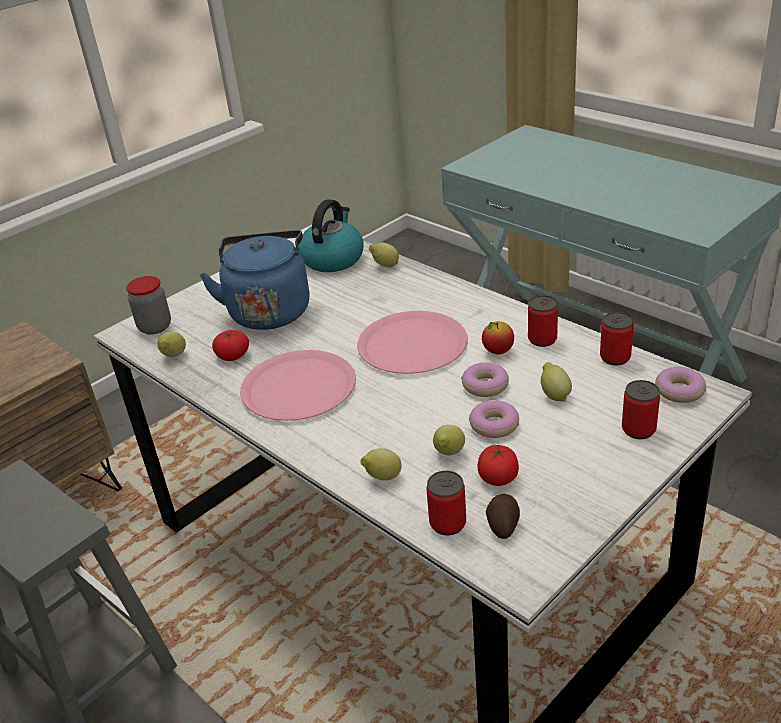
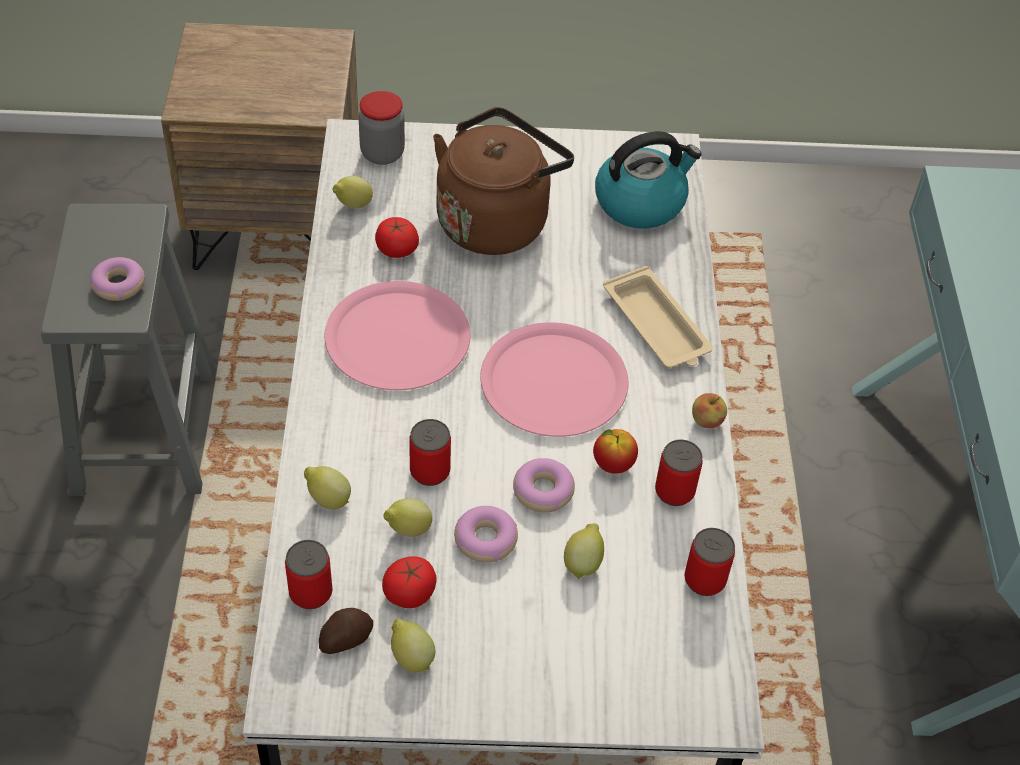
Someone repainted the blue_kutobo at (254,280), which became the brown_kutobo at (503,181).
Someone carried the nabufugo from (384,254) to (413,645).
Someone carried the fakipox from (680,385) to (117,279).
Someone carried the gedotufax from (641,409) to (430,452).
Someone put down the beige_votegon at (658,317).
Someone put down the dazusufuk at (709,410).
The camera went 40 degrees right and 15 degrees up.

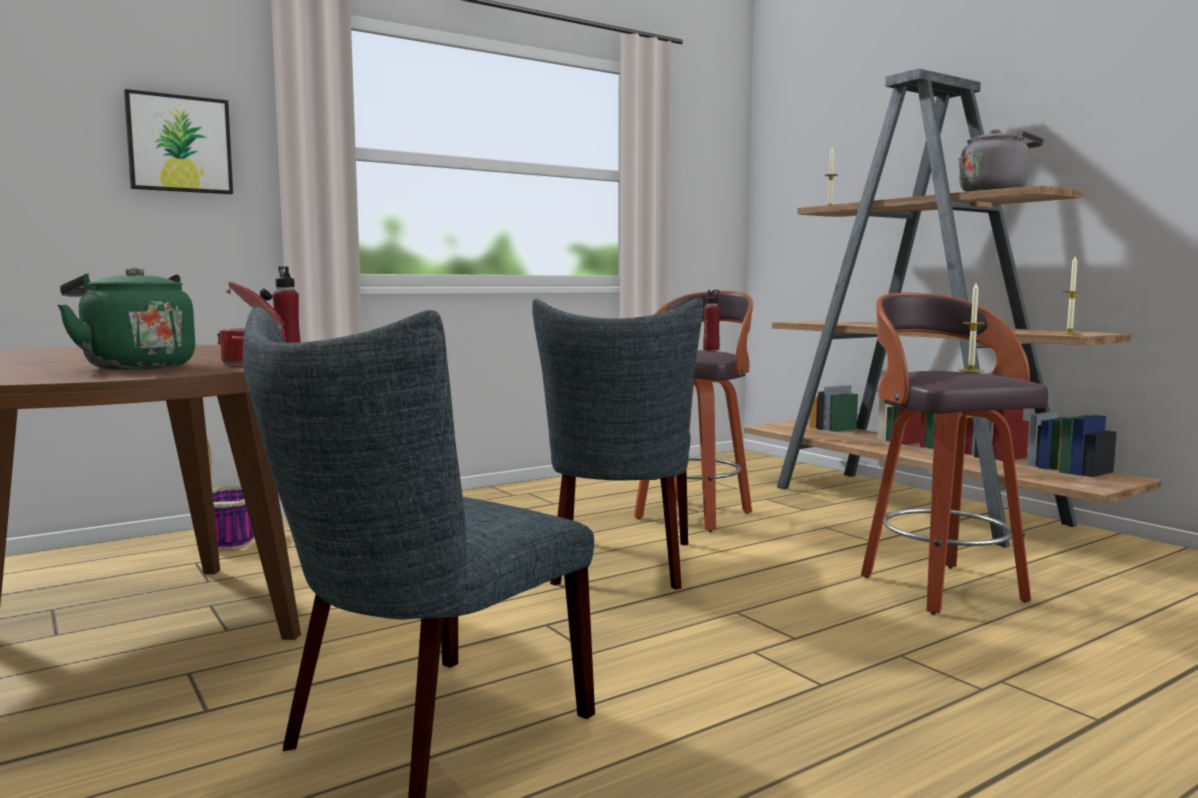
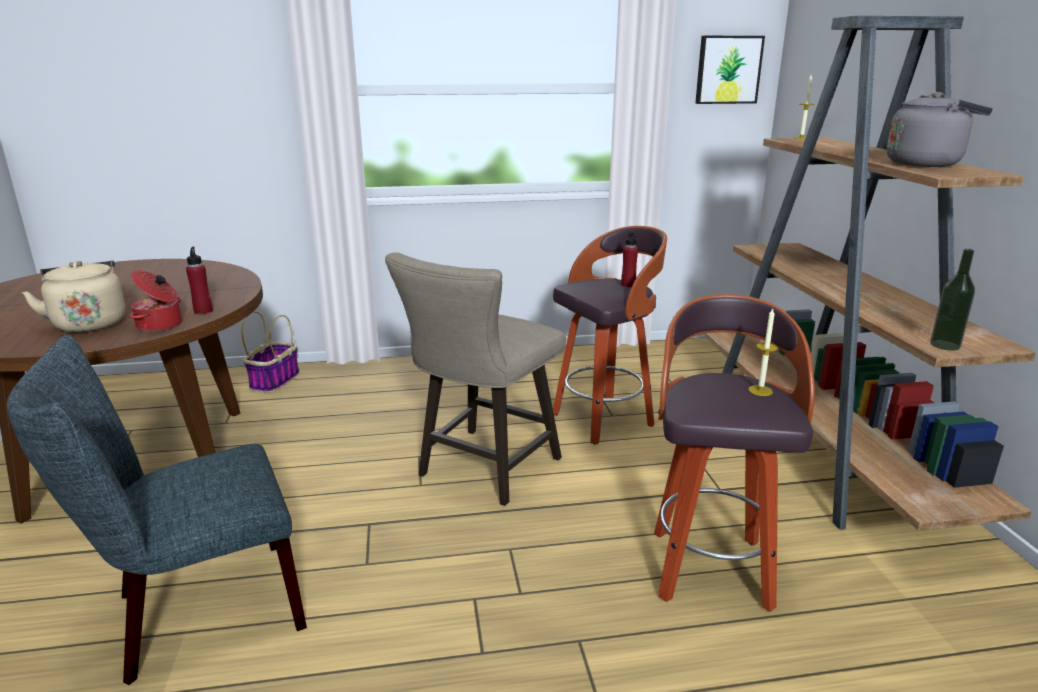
Someone carried the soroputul from (178,141) to (730,70).
Someone swapped the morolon at (1070,295) for the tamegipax at (952,300).
Someone repainted the green_kutobo at (126,318), which became the beige_kutobo at (73,296).
Someone swapped the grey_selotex at (617,444) for the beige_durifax at (475,379).
The camera went 25 degrees right and 15 degrees up.

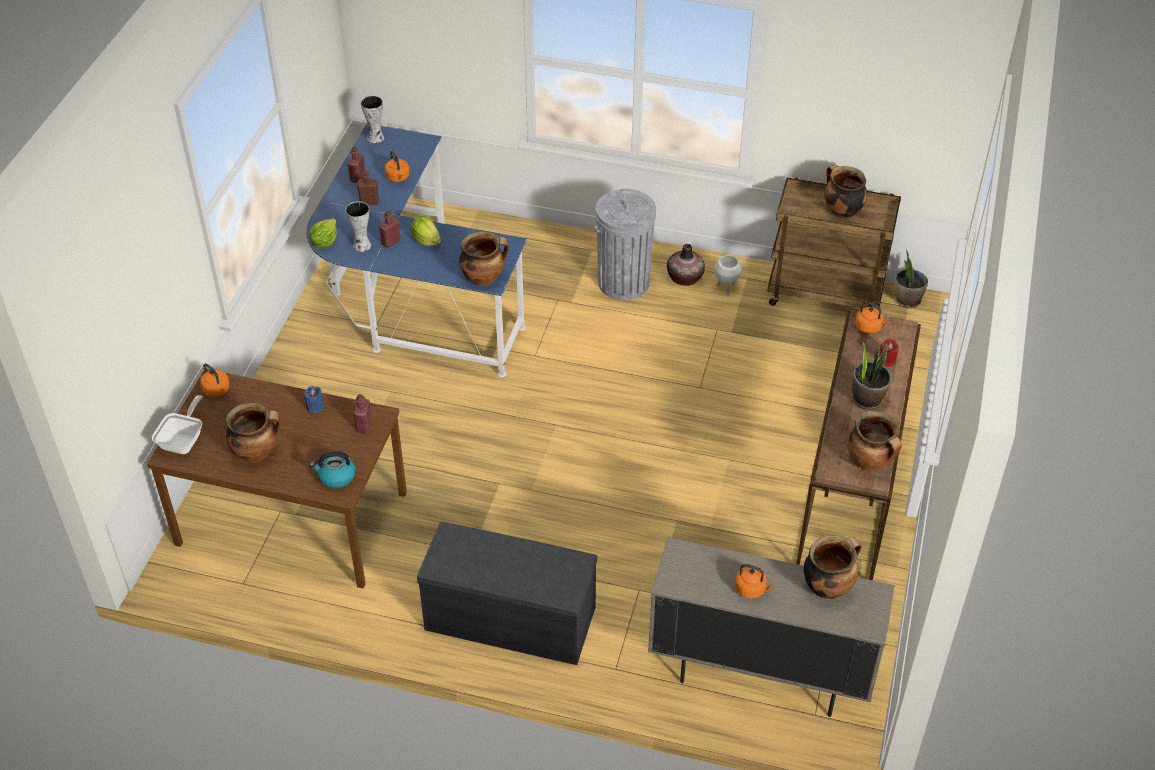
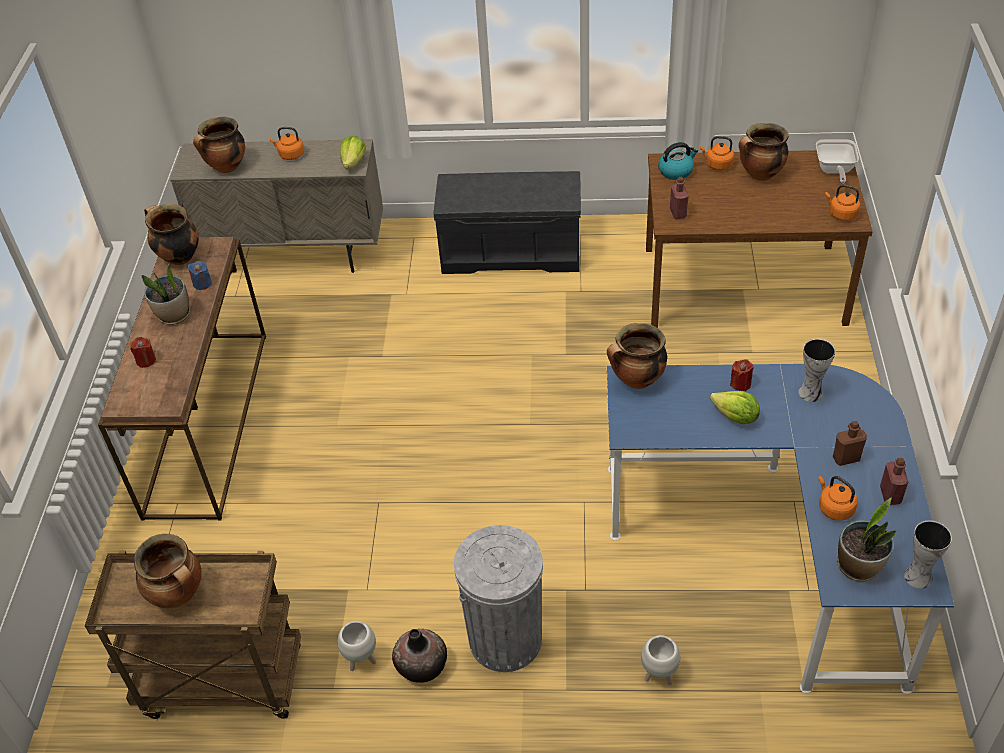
Someone took away the red_tamegipax at (390,229).
Someone carried the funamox from (323,233) to (353,152).
Someone carried the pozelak from (911,278) to (867,539).
Someone carried the orange_kutobo from (872,318) to (717,153).
Someone carried the blue_morolon from (314,399) to (200,275).
Someone put down the red_morolon at (742,375).
Someone put down the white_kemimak at (660,660).
The camera went 170 degrees right and 0 degrees up.

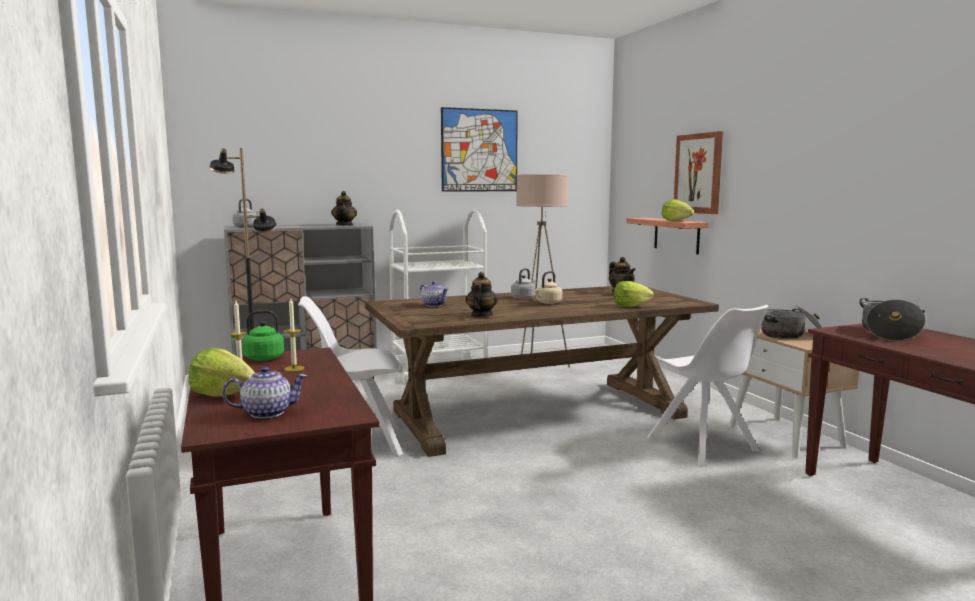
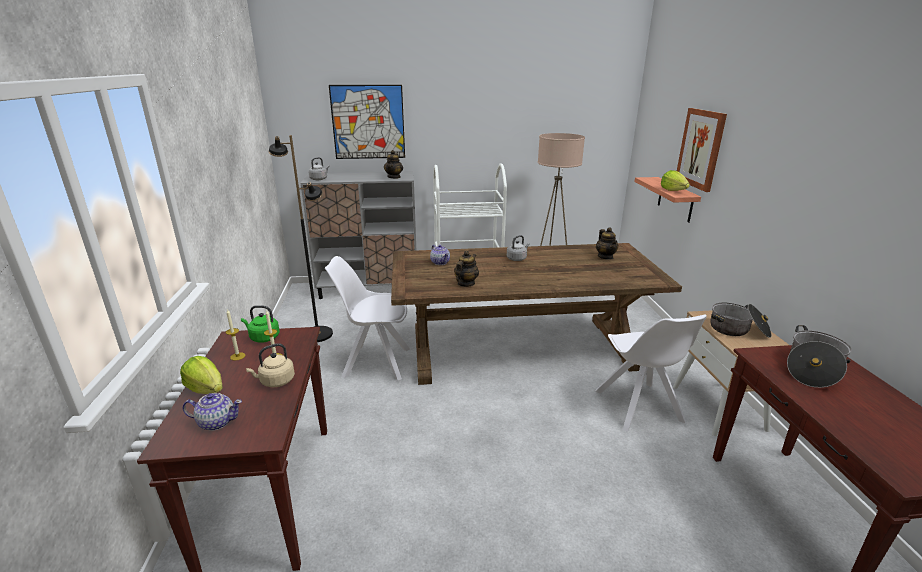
Someone carried the soroputul from (479,149) to (367,122).
Someone carried the beige_kutobo from (548,287) to (270,365).
Someone took away the funamox at (634,294).
The camera went 15 degrees right and 15 degrees up.

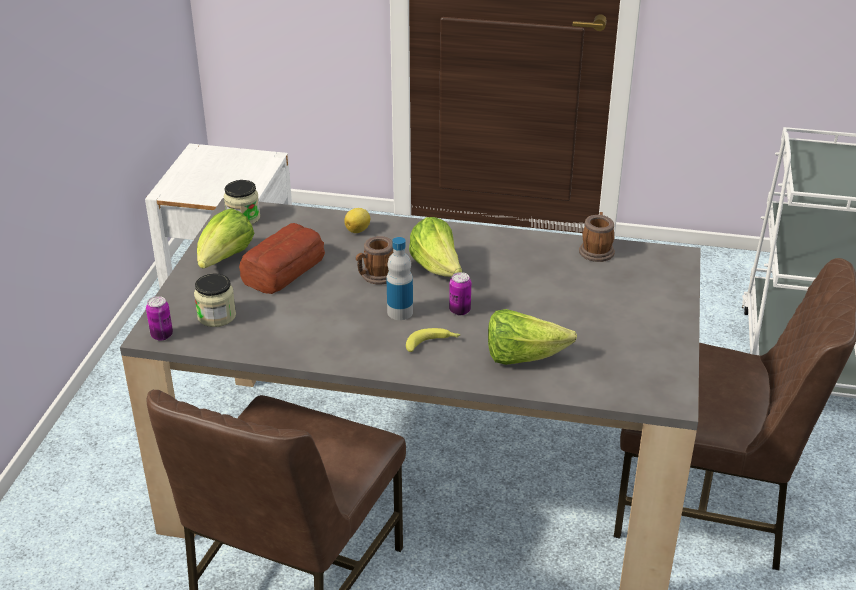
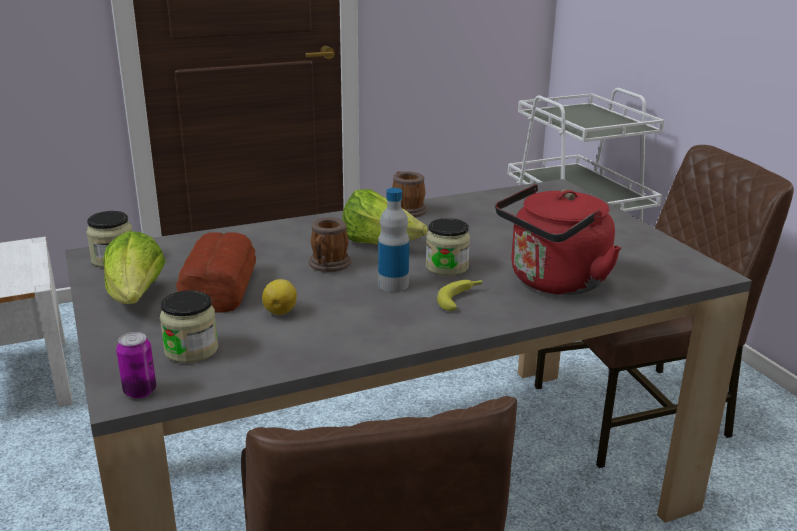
Someone carried the nabufugo from (357,220) to (279,297).
Someone carried the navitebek from (597,237) to (409,194).
Someone swapped the gedotufax at (460,293) for the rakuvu at (448,247).
Someone swapped the funamox at (532,337) for the red_kutobo at (558,239).
The camera went 35 degrees left and 10 degrees down.

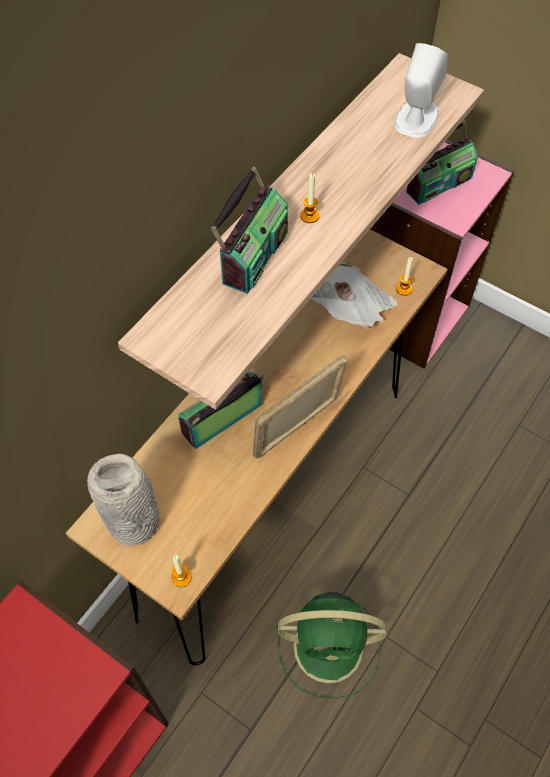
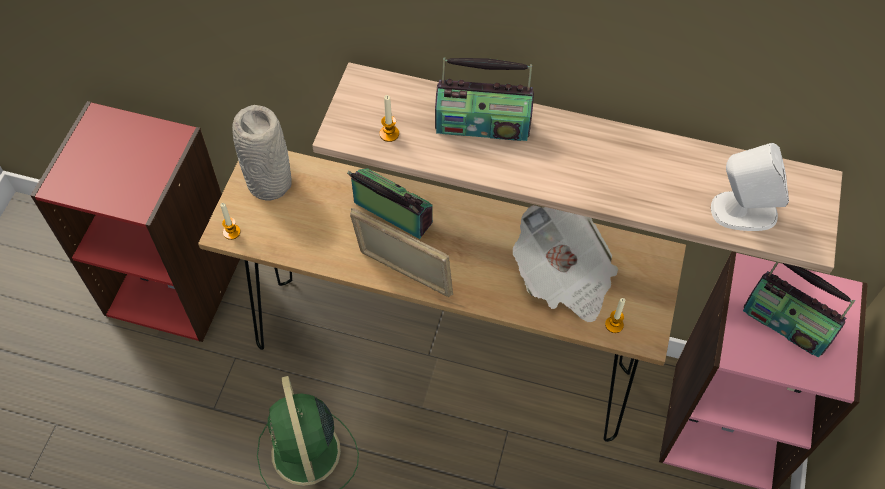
Someone carried the morolon from (310,198) to (389,118).
The camera went 70 degrees right and 0 degrees up.

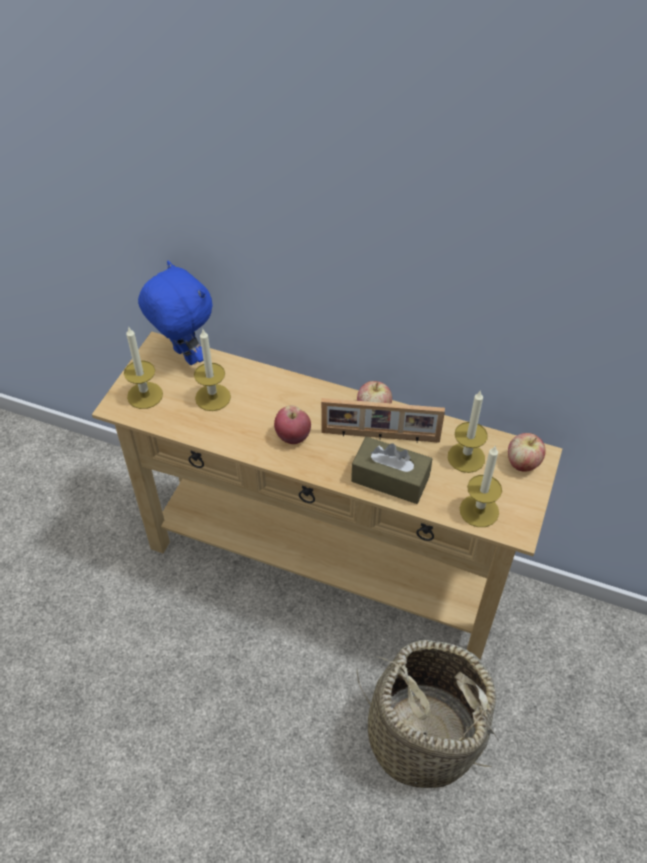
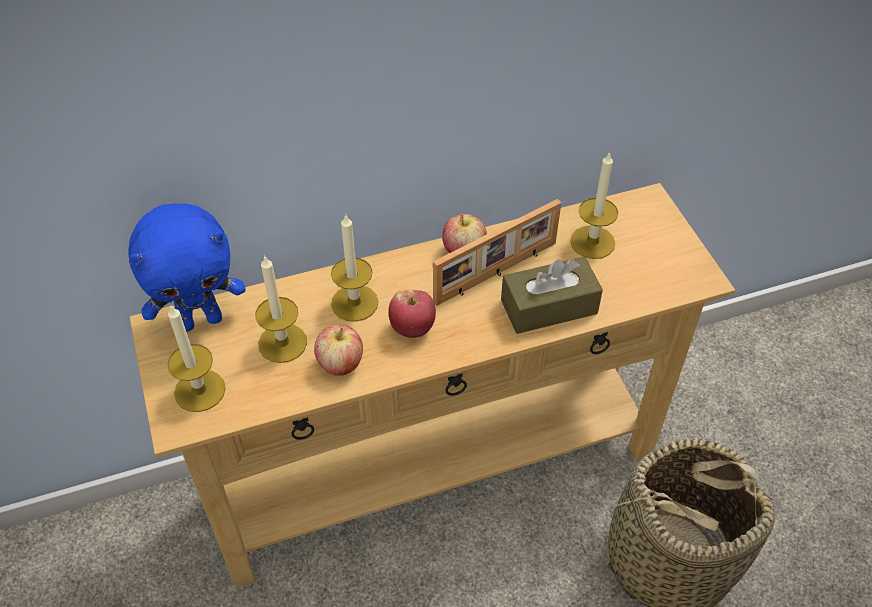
Someone rotated the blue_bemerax at (175,313) by 150 degrees clockwise.
Someone carried the dazusufuk from (527,452) to (338,350).
Someone carried the morolon from (481,486) to (354,268).
The camera went 40 degrees left and 0 degrees up.

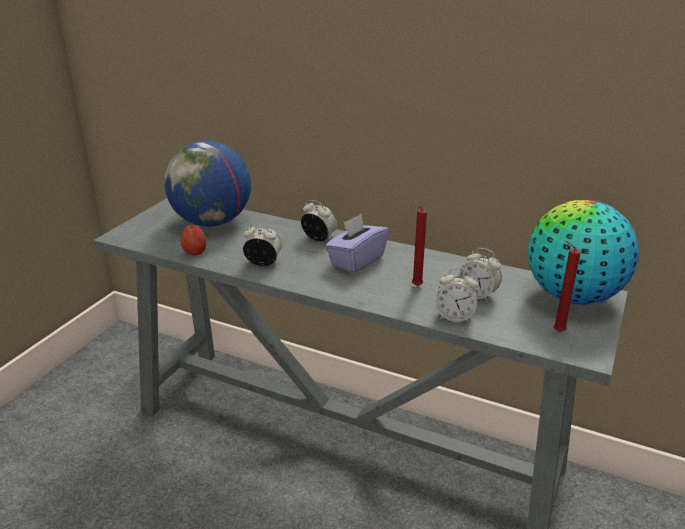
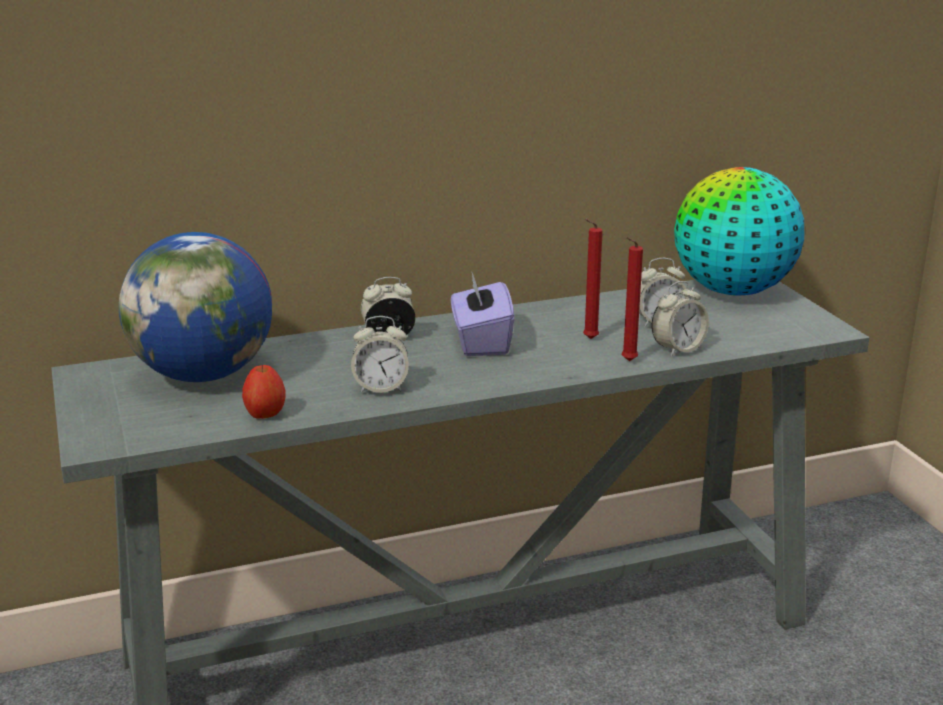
Someone rotated the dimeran at (262,245) by 150 degrees counterclockwise.
Someone carried the red_morolon from (567,286) to (632,299).
The camera went 45 degrees left and 5 degrees down.

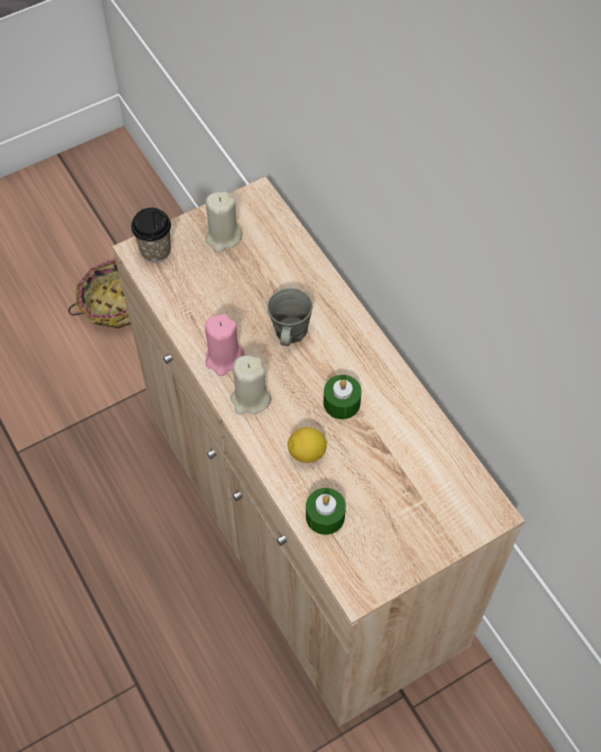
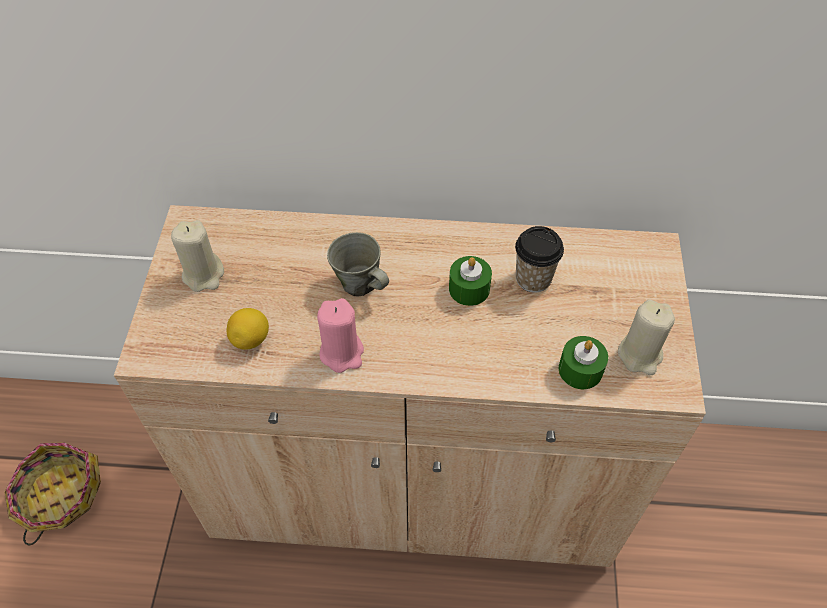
Someone carried the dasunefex from (151,235) to (539,259).
Someone carried the beige_morolon from (250,385) to (646,337).
Someone carried the nabufugo from (307,445) to (247,329).
The camera went 55 degrees left and 5 degrees down.

